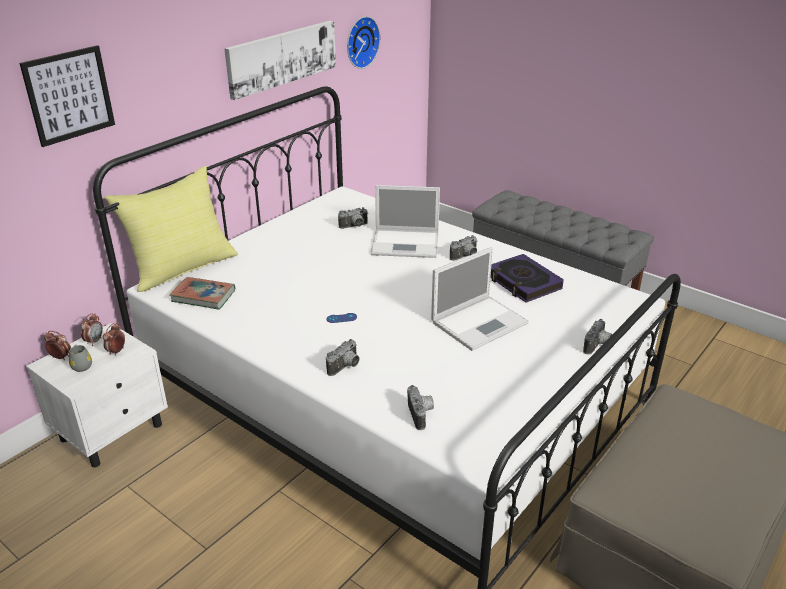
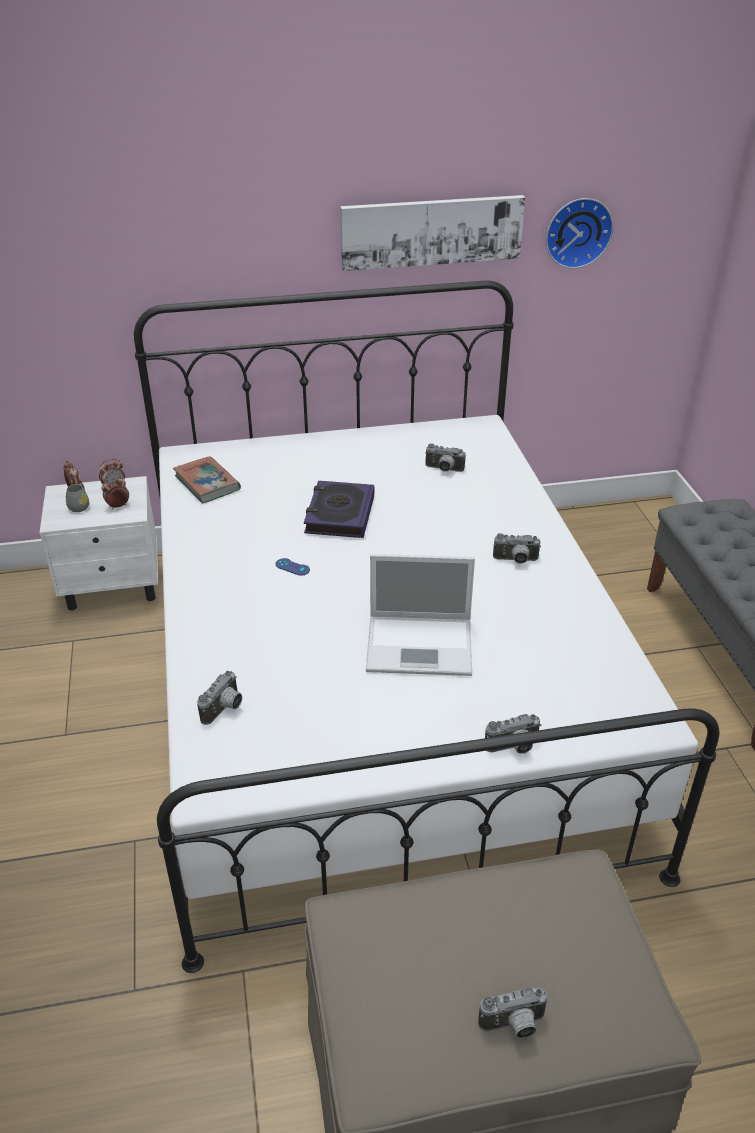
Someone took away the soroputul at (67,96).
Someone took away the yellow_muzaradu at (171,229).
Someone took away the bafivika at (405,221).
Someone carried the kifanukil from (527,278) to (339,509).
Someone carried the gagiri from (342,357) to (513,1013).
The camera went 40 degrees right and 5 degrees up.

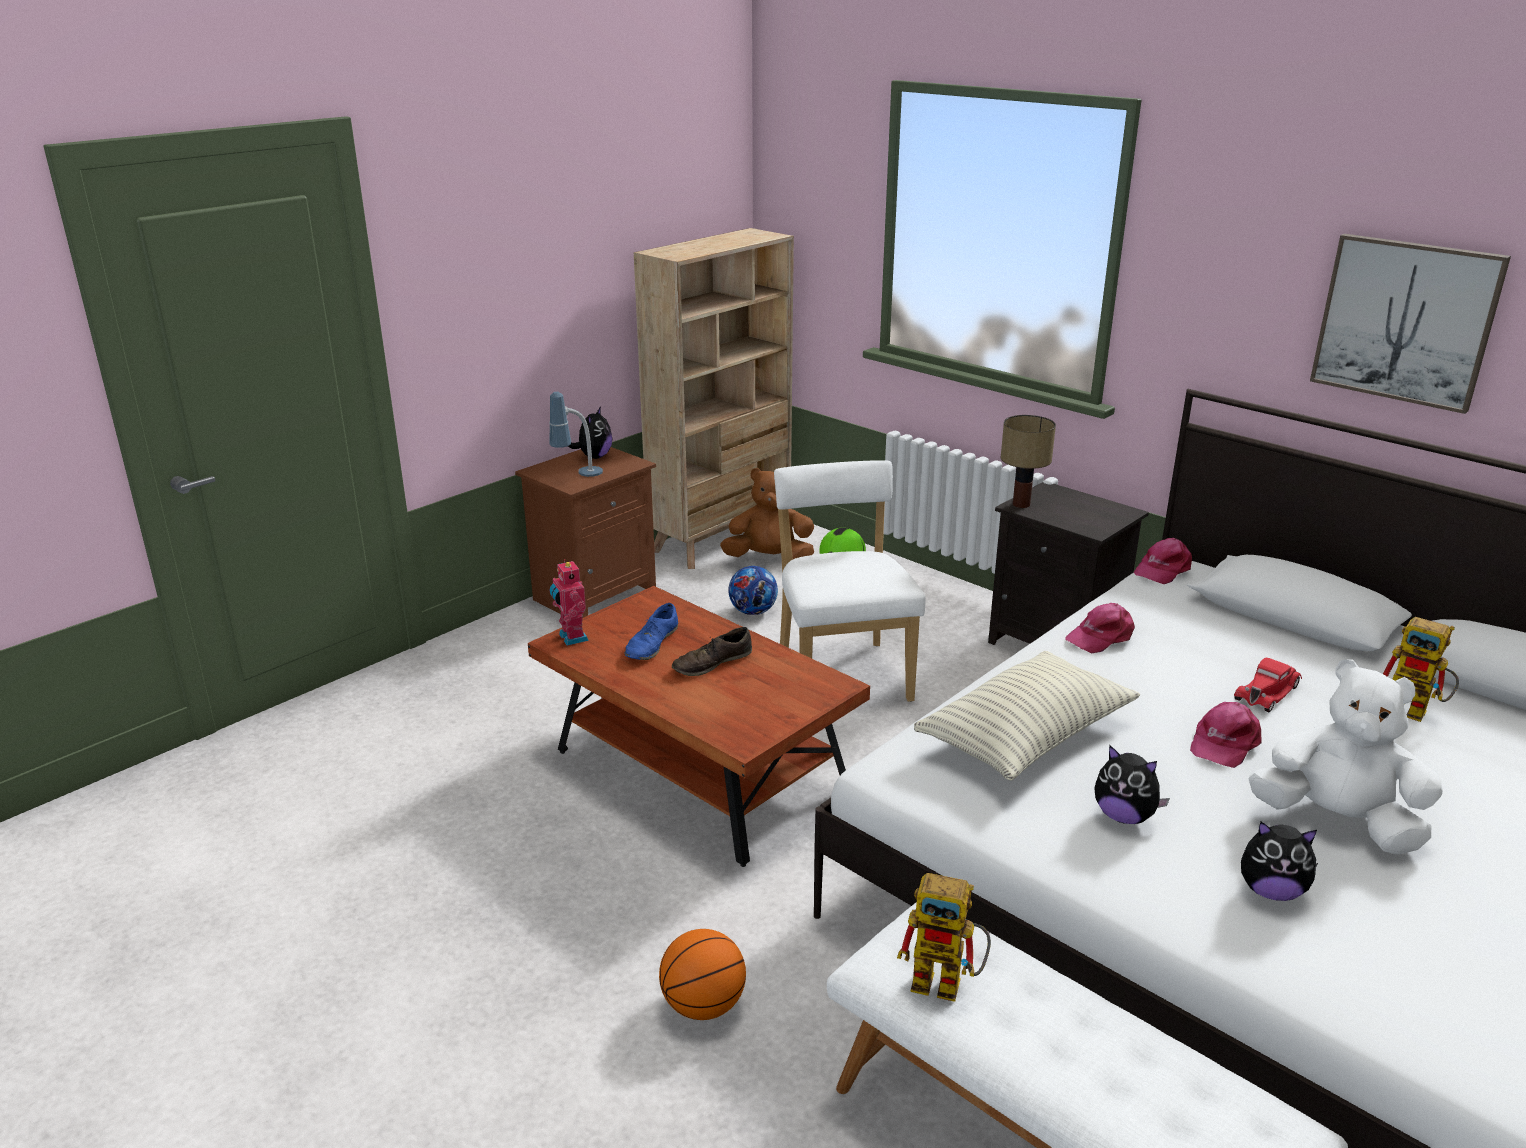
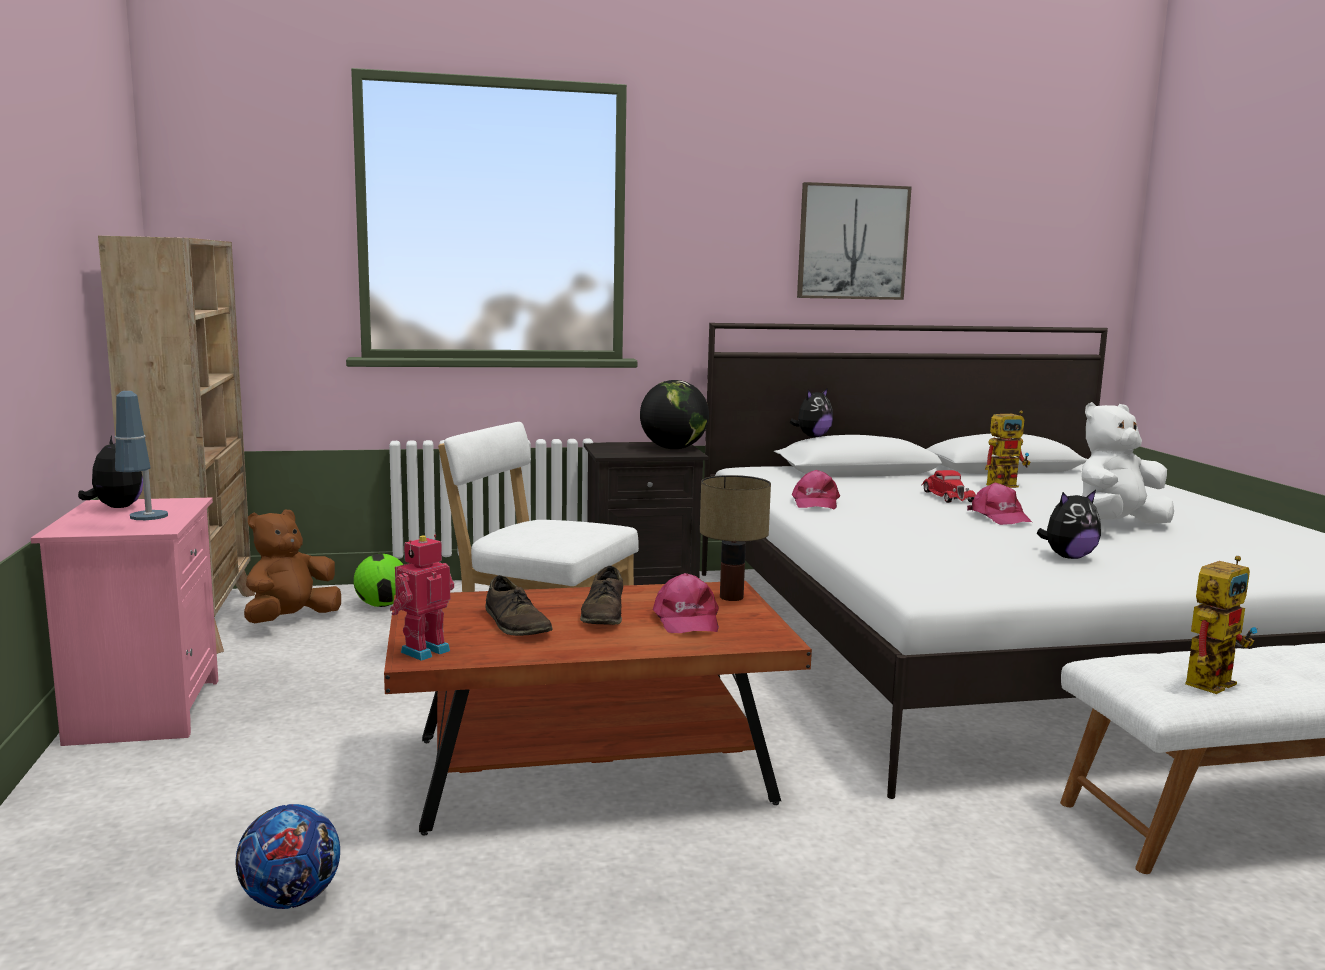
Someone carried the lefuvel from (1028,461) to (735,538).
Someone repainted the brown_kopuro at (585,532), which became the pink_kopuro at (124,622).
Someone carried the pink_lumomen from (1163,561) to (686,603).
Someone rotated the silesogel at (569,602) by 120 degrees clockwise.
Someone carried the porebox from (753,590) to (288,856).
Someone repainted the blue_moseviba at (651,631), which became the brown_moseviba at (519,605).
Someone took away the muzaradu at (1027,716).
Someone carried the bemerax from (1279,861) to (811,412).
Someone took away the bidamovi at (702,974).
Someone put down the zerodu at (674,414).
The camera went 55 degrees left and 15 degrees down.

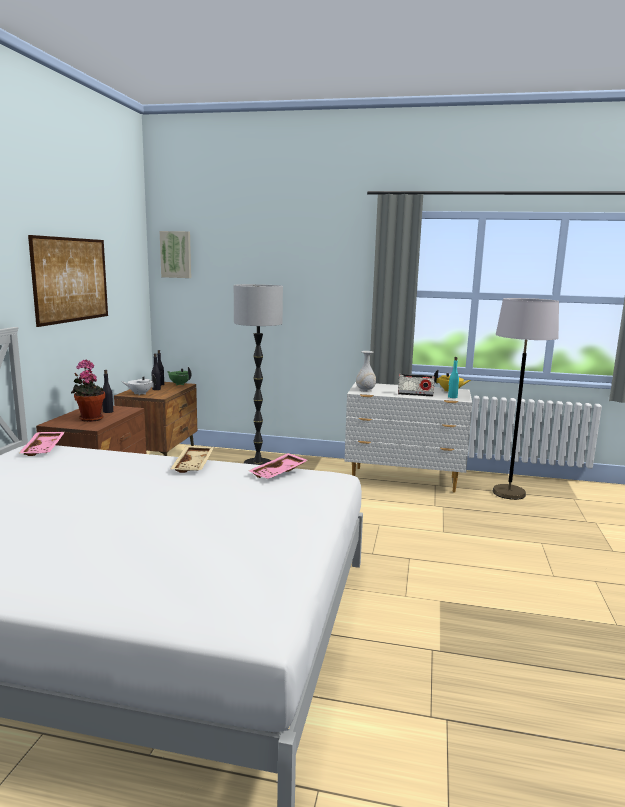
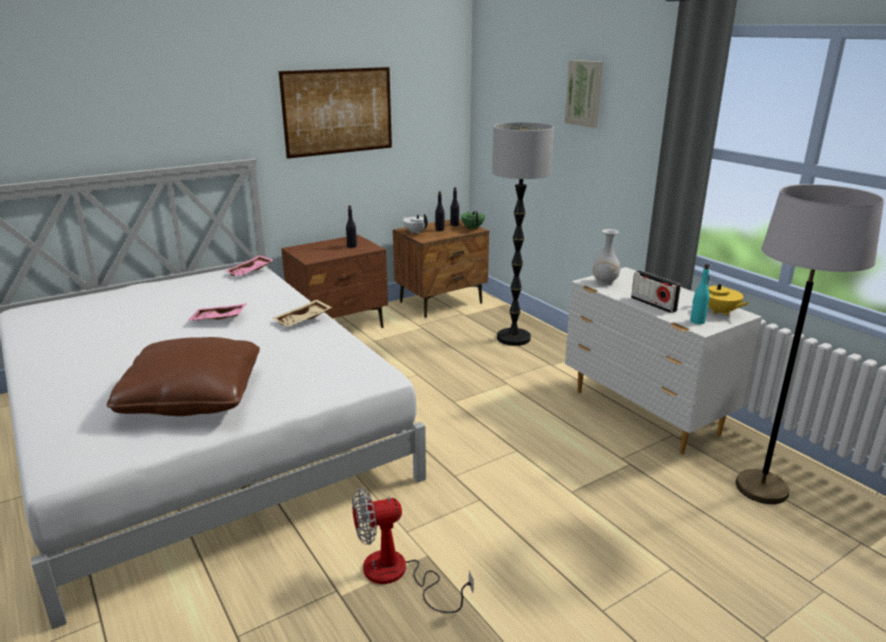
Someone carried the soroputul from (175,254) to (584,94).
Someone took away the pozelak at (88,390).
Someone carried the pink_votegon from (278,466) to (217,312).
Someone put down the brown_muzaradu at (183,376).
Someone put down the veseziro at (413,550).
The camera went 45 degrees right and 10 degrees up.

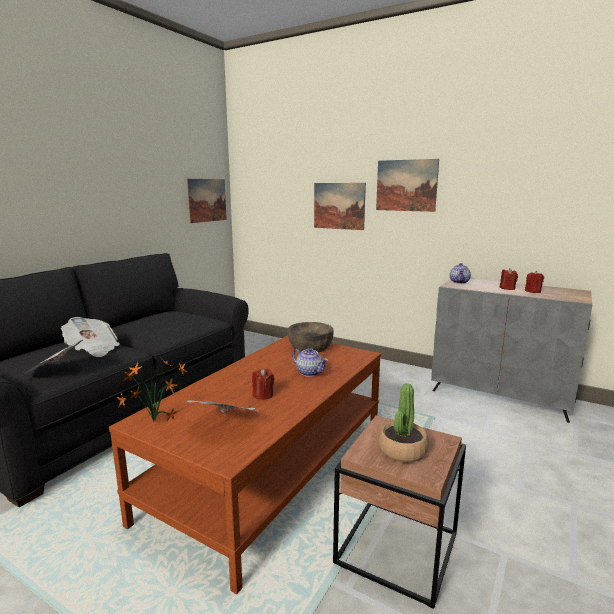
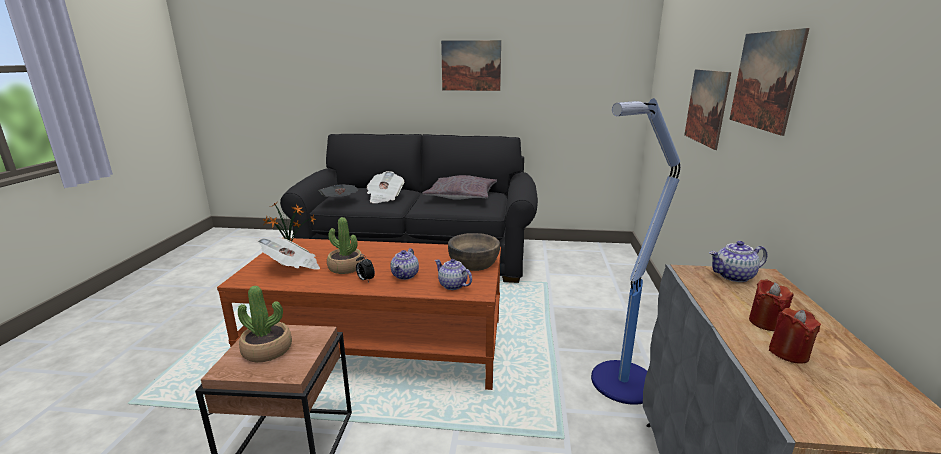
Someone carried the soroputul from (207,201) to (471,65).
Someone swapped the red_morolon at (263,384) for the pozelak at (345,245).
Someone put down the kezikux at (635,251).
Someone put down the grey_muzaradu at (459,187).
Someone put down the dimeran at (365,268).
Someone put down the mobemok at (453,274).
The camera went 65 degrees right and 5 degrees up.

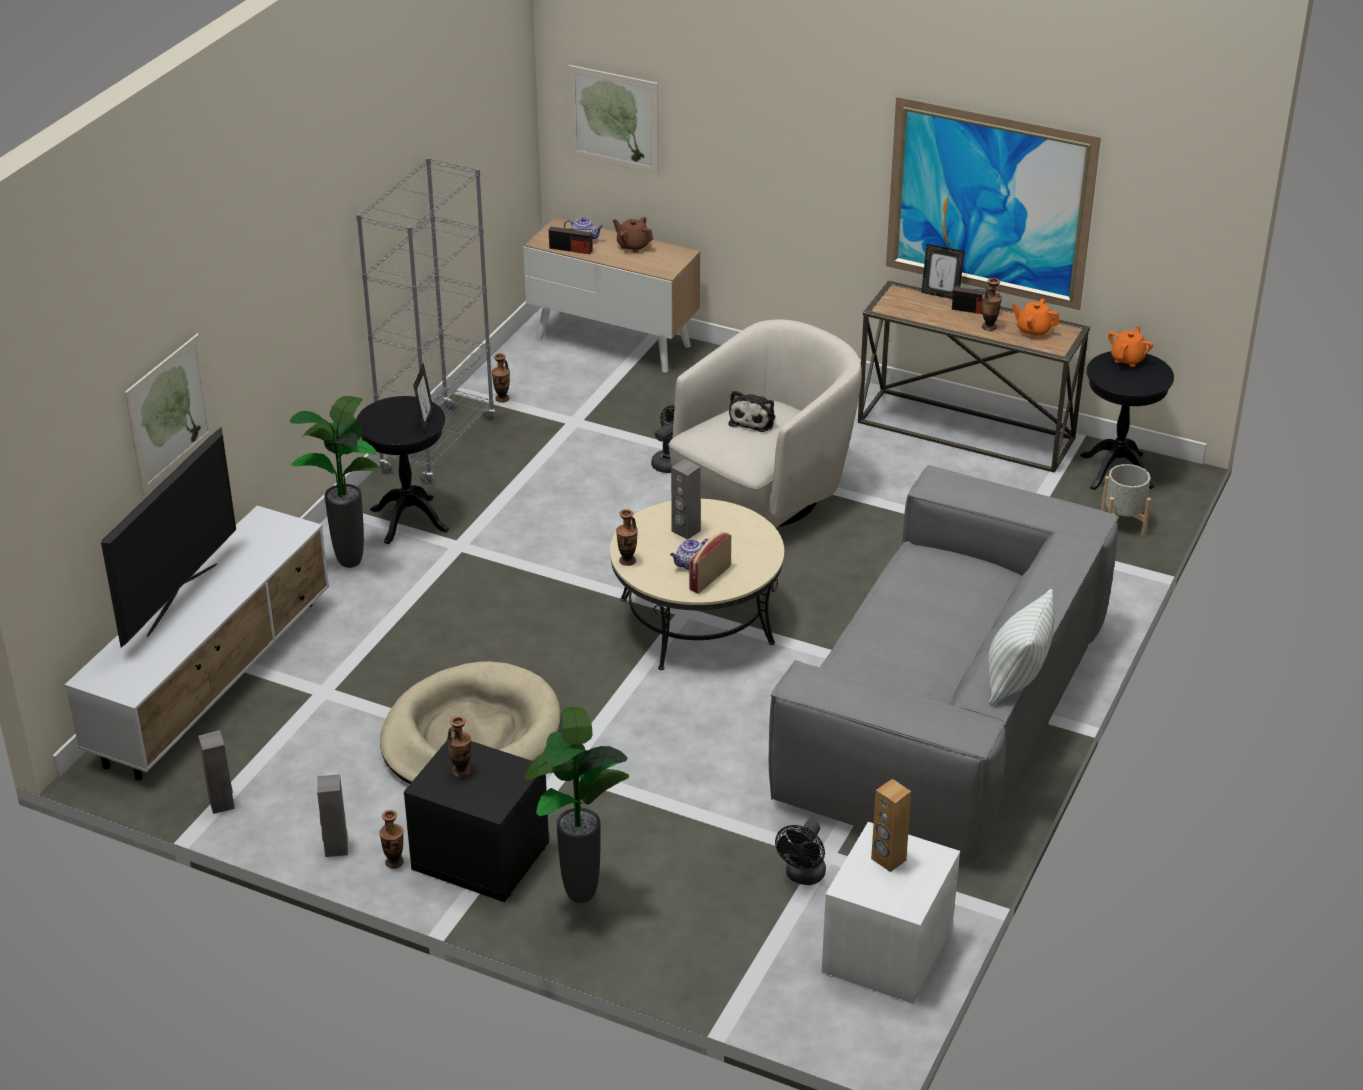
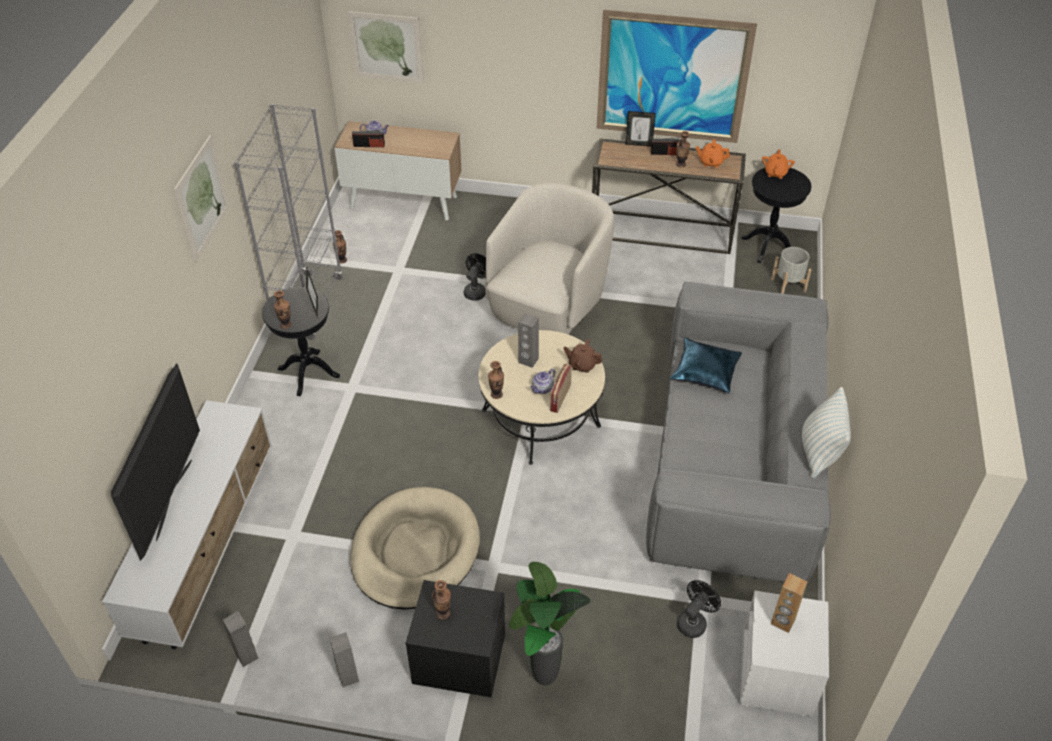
Someone carried the brown_mobemok from (633,235) to (582,356).
Someone carried the soroputul from (169,414) to (201,198).
Someone took away the bemerax at (752,411).
Someone took away the pozelak at (334,482).
Someone carried the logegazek from (391,839) to (283,310).
Someone rotated the black_veseziro at (800,852) by 150 degrees counterclockwise.
Someone put down the blue_muzaradu at (706,365).
The camera went 15 degrees left and 10 degrees up.

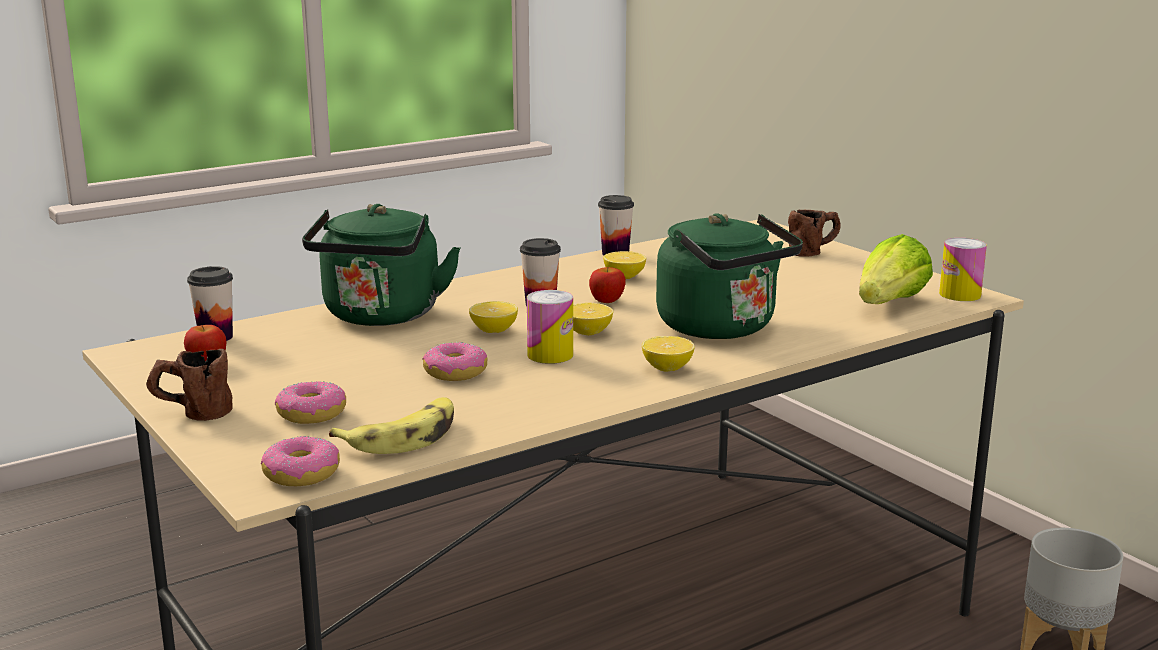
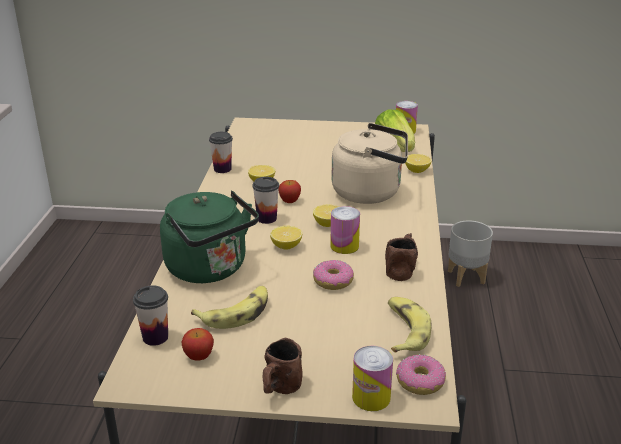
Someone carried the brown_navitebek from (814,233) to (401,257).
Someone repainted the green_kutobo at (729,276), which became the beige_kutobo at (370,163).
Someone carried the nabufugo from (668,353) to (418,163).
Someone took away the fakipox at (310,402).
Someone put down the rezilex at (229,307).
Someone put down the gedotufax at (372,378).
The camera went 50 degrees left and 10 degrees up.

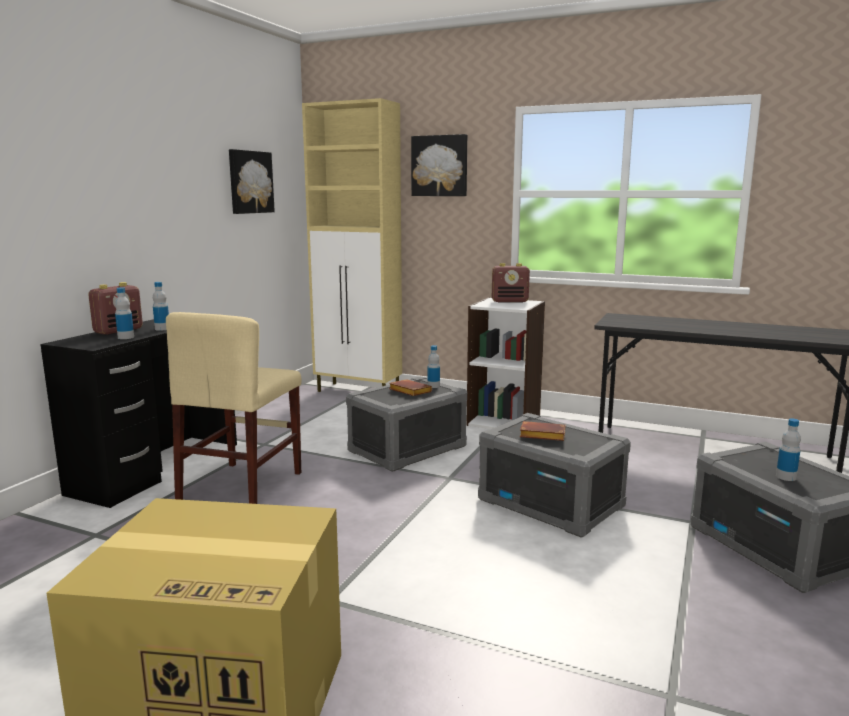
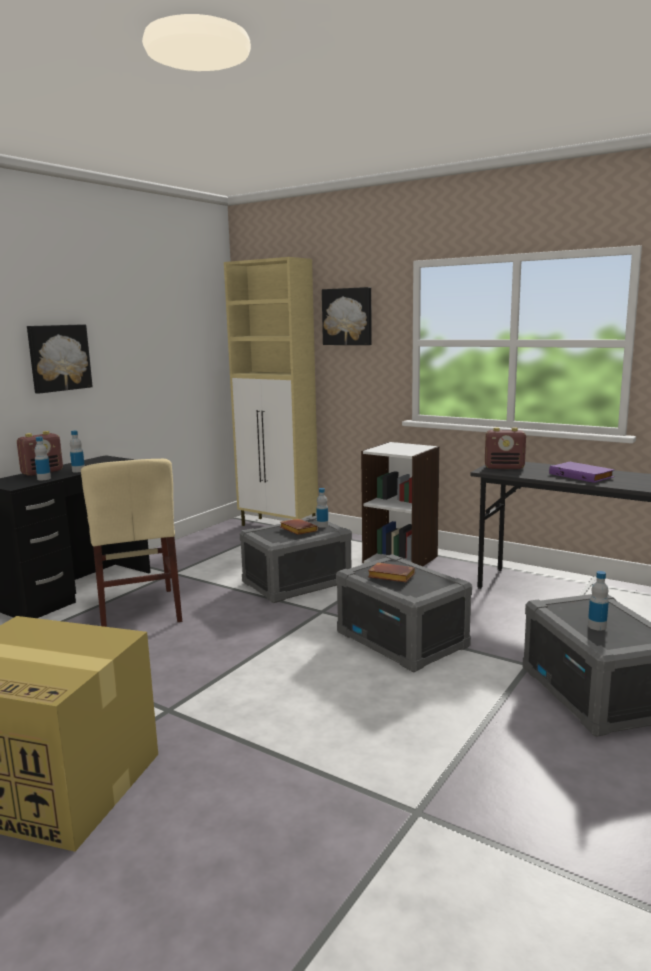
Someone carried the soroputul from (252,181) to (60,359).
Someone carried the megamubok from (511,283) to (505,448).
Someone rotated the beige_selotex at (234,408) by 45 degrees counterclockwise.
Someone put down the purple_kifanukil at (582,472).
The camera went 10 degrees right and 0 degrees up.

